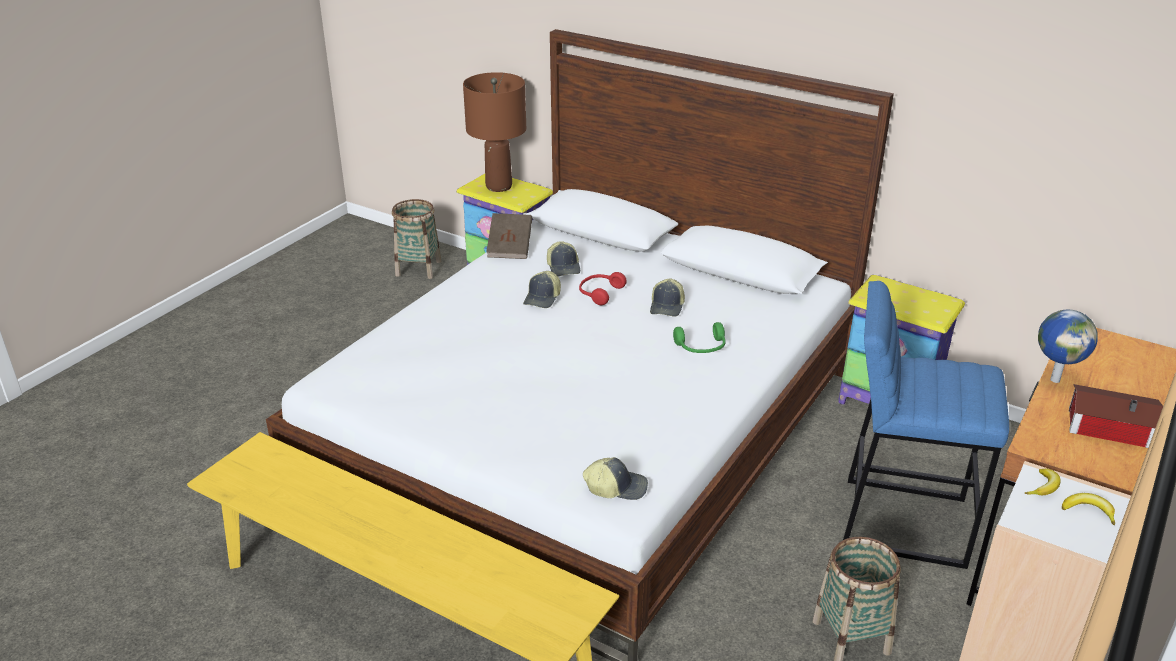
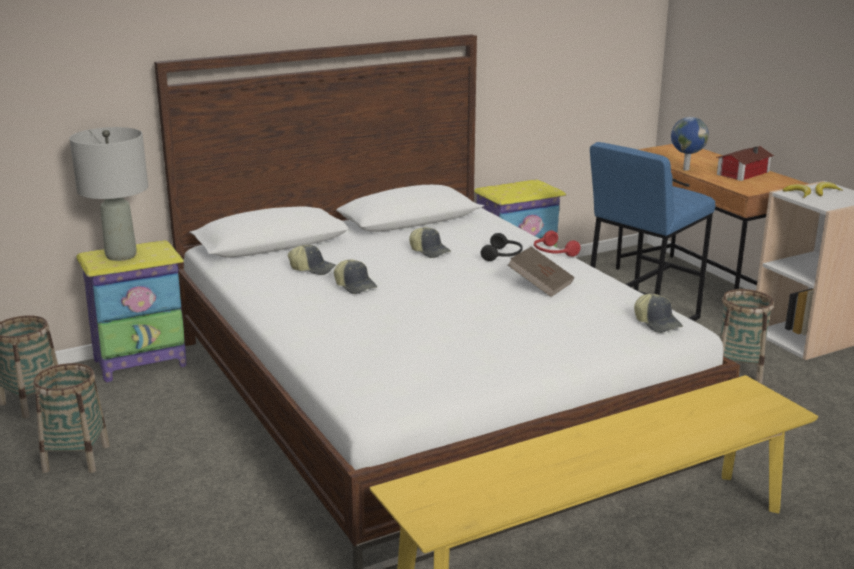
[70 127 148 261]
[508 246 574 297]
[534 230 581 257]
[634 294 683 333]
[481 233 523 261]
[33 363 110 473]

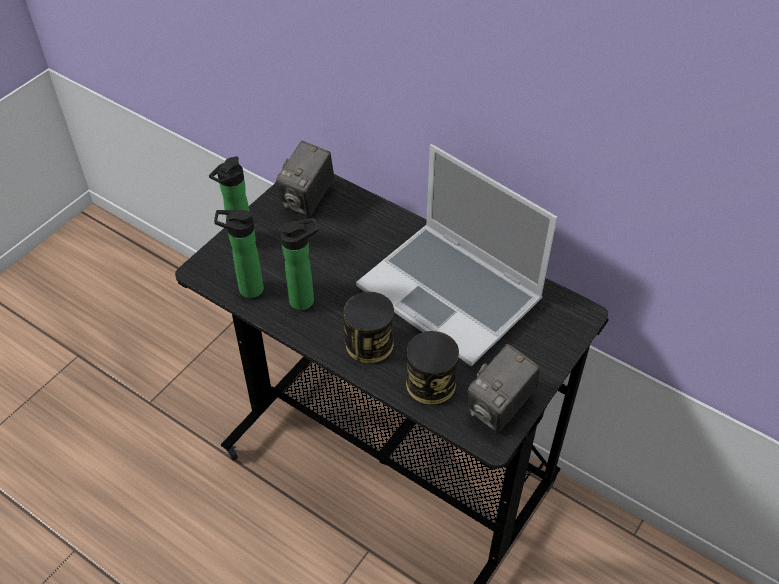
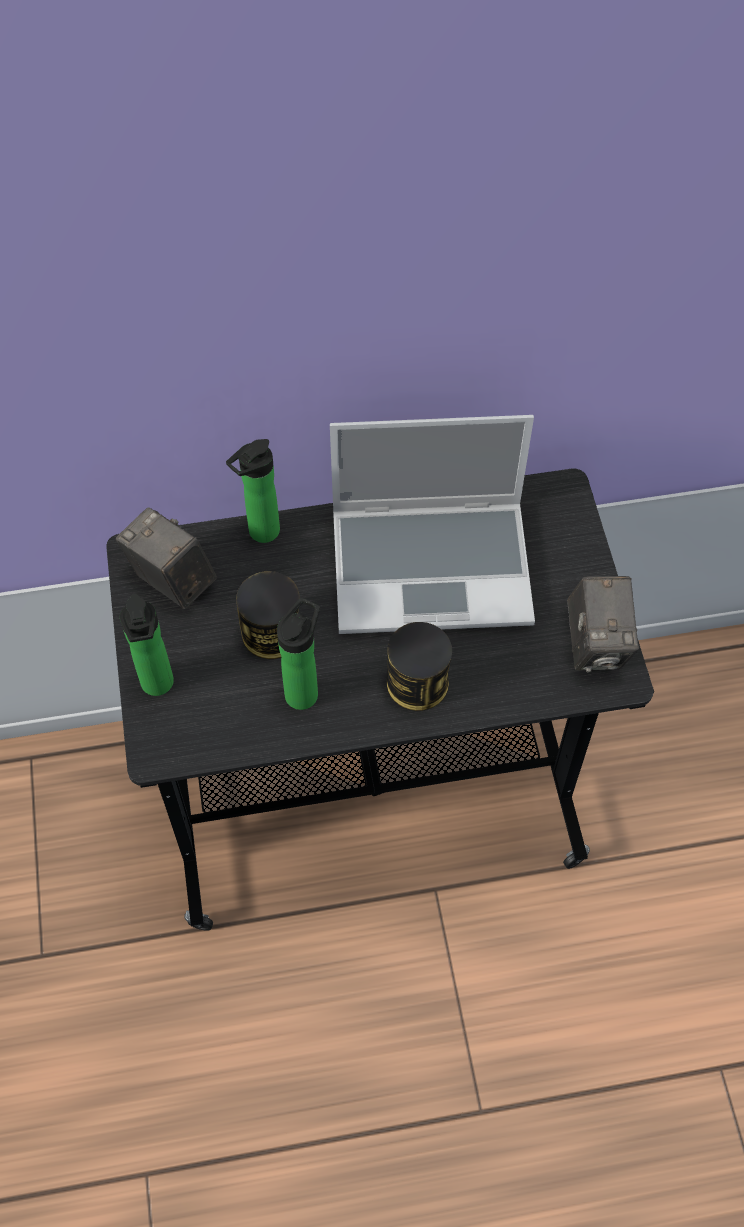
[226 439 280 543]
[116 508 217 609]
[236 571 299 659]

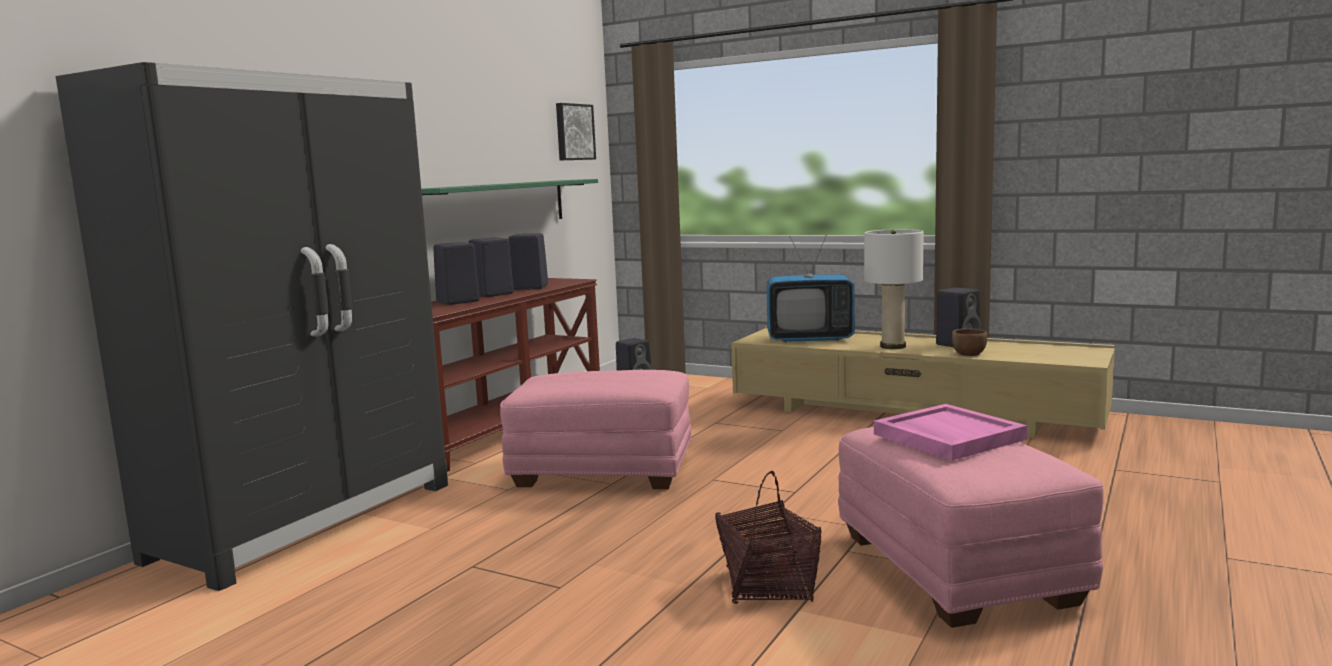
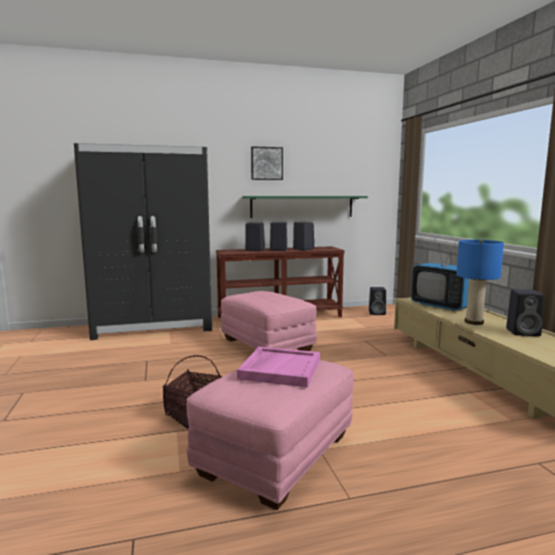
[251 146 283 180]
[456 240 504 325]
[952 328 987 356] (first image)

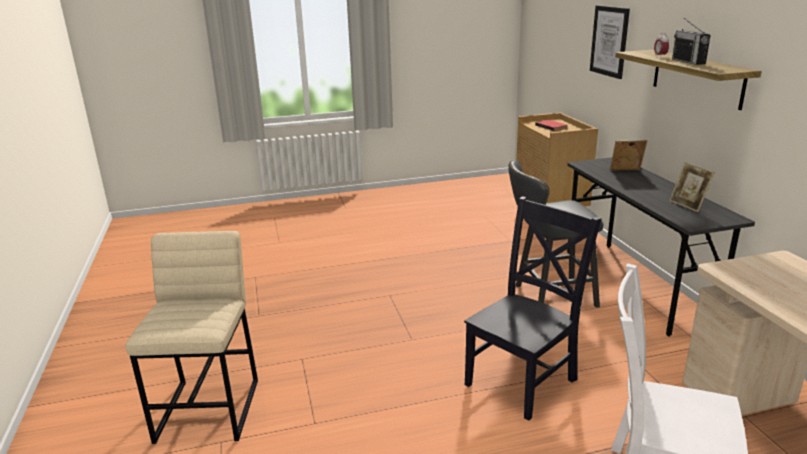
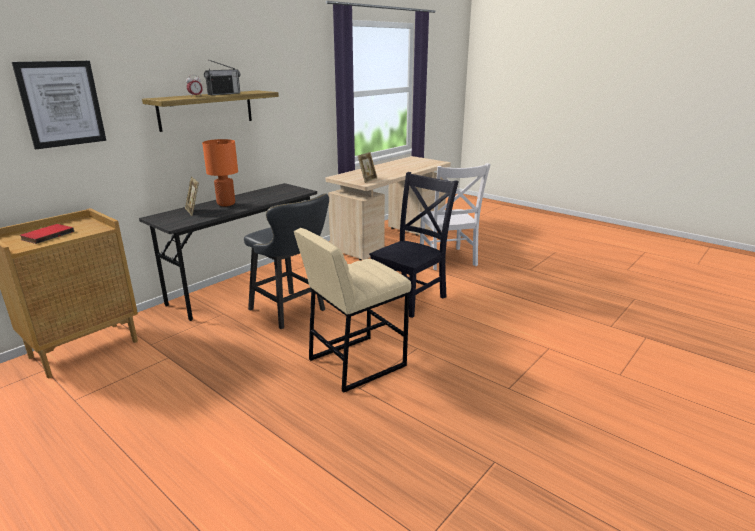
[294 228 411 393]
[369 172 459 318]
[358 152 377 183]
[202 139 238 206]

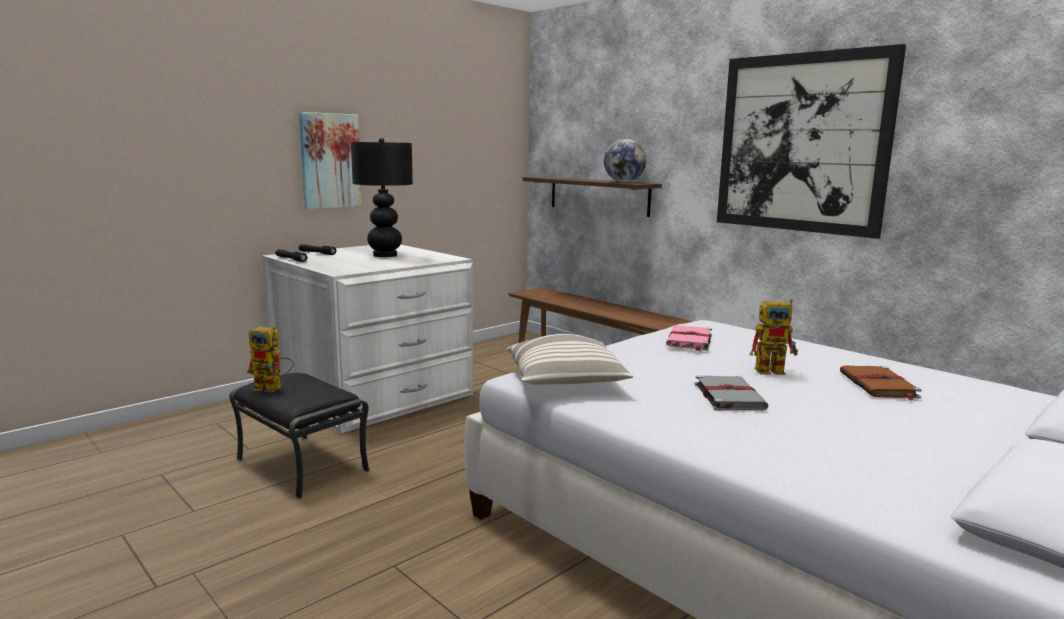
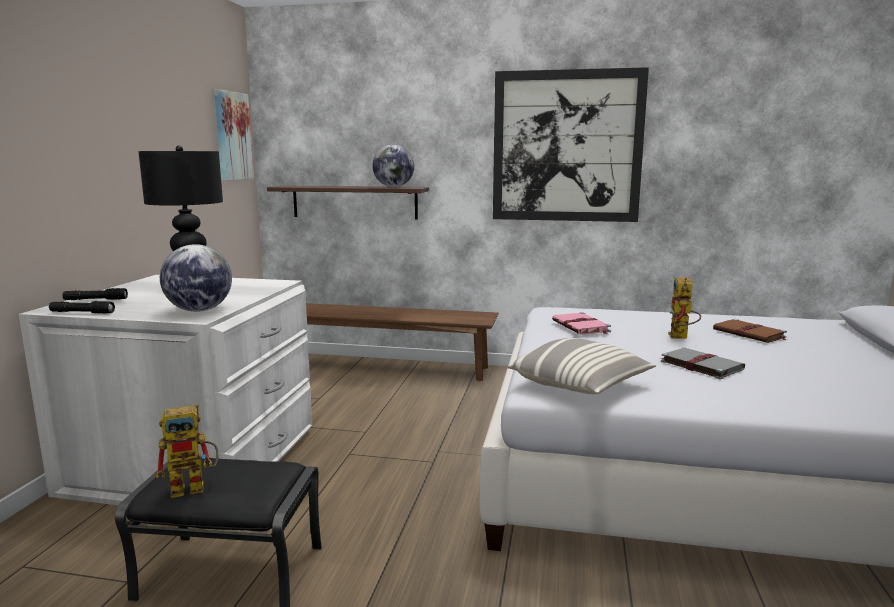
[214 89 254 181]
[668 277 701 339]
[160 244 232 312]

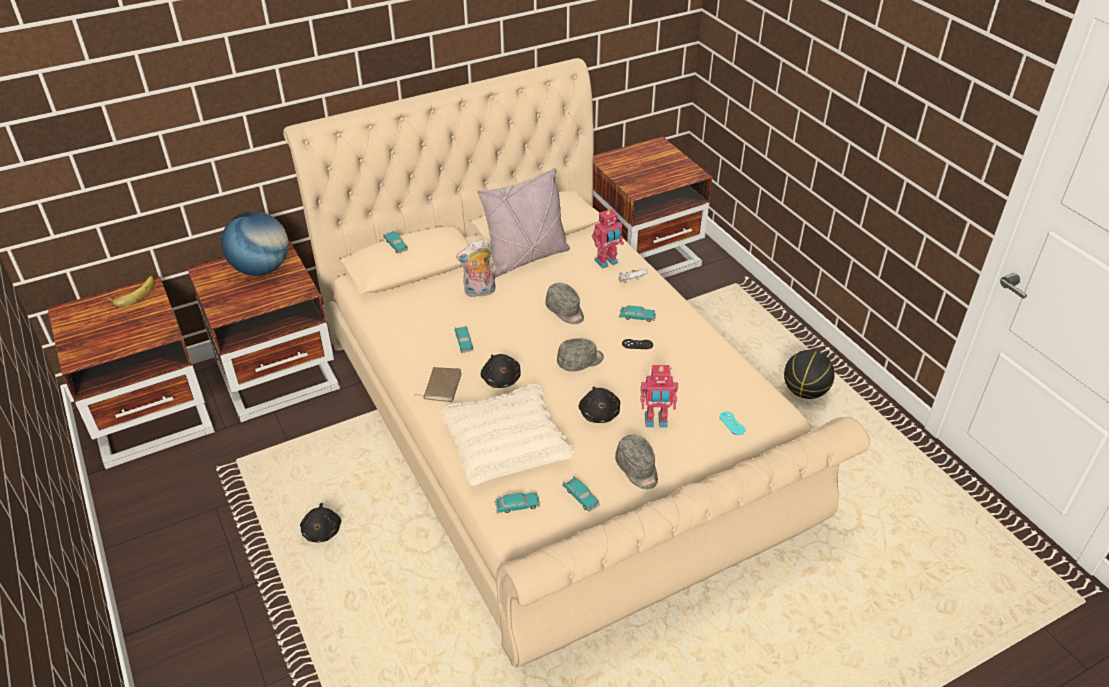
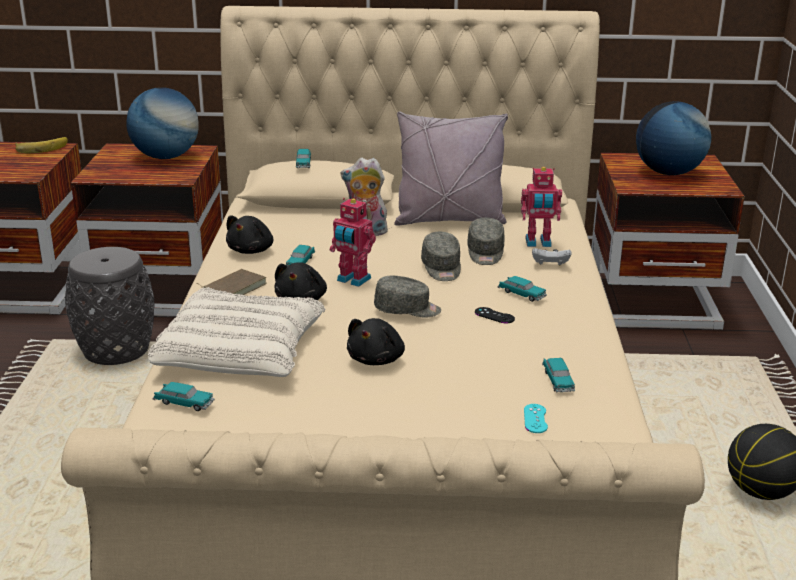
[226 215 273 254]
[542 358 575 392]
[467 217 505 265]
[330 198 376 287]
[65 247 154 365]
[636 101 711 175]

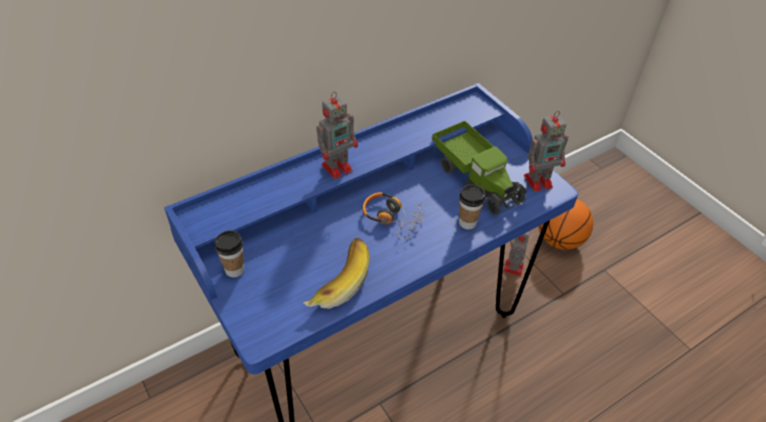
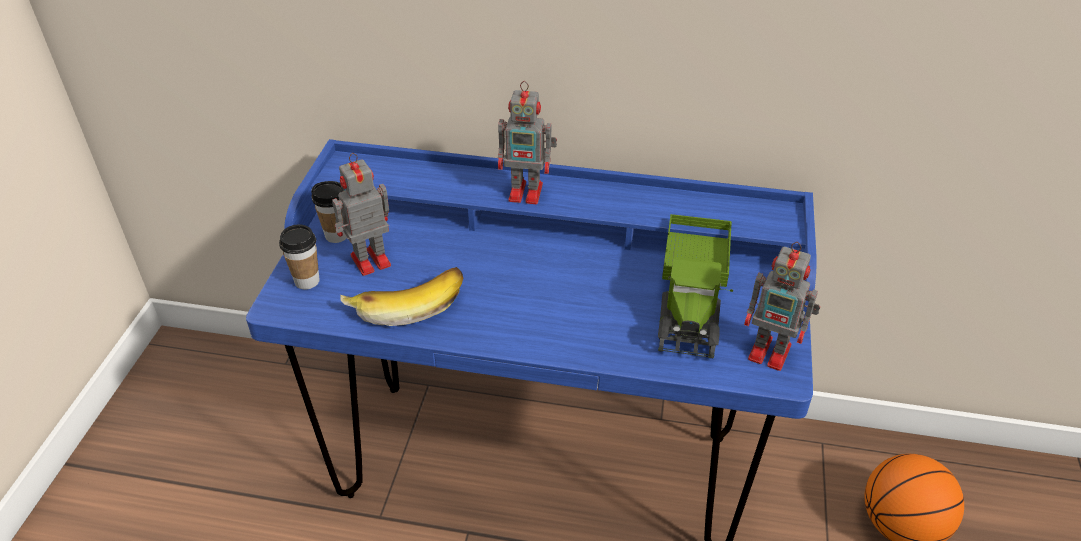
[362 192 426 240] (first image)
[279 224 320 290]
[332 153 391 276]

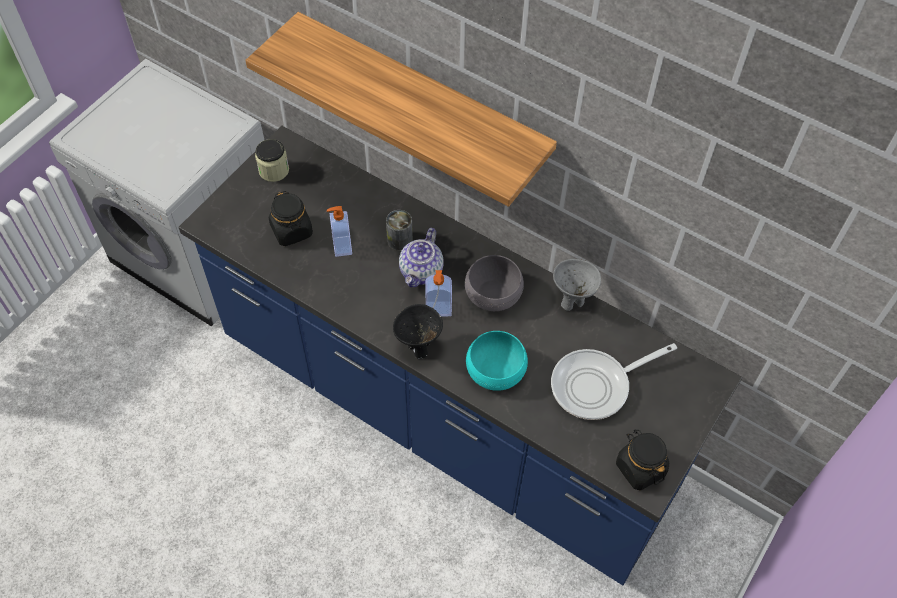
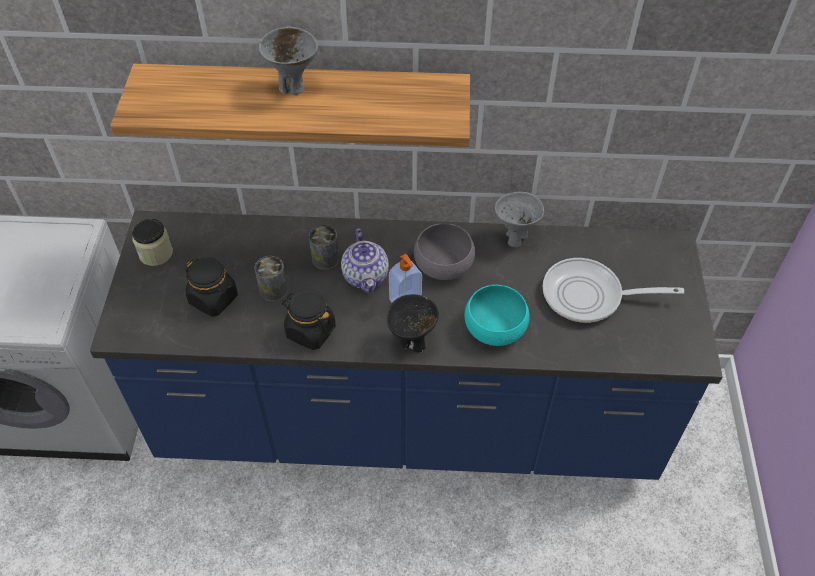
[254 256 288 301]
[543 258 684 323]
[282 290 336 350]
[259 27 318 95]

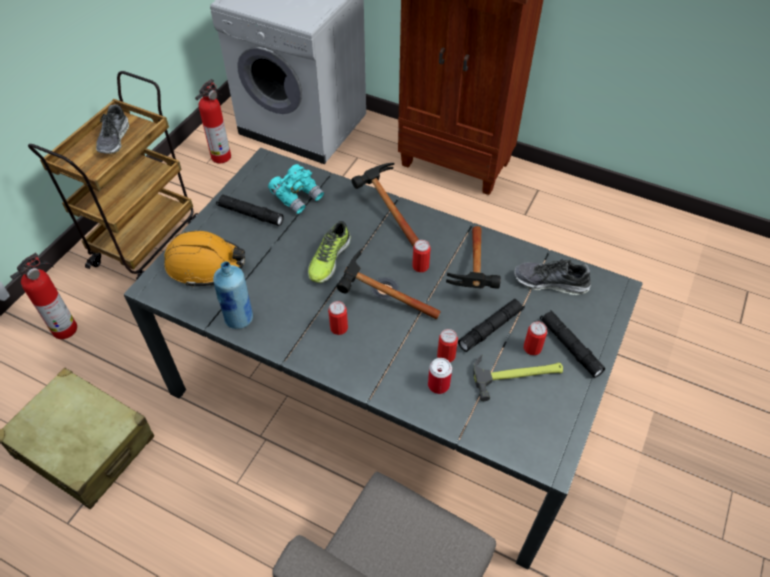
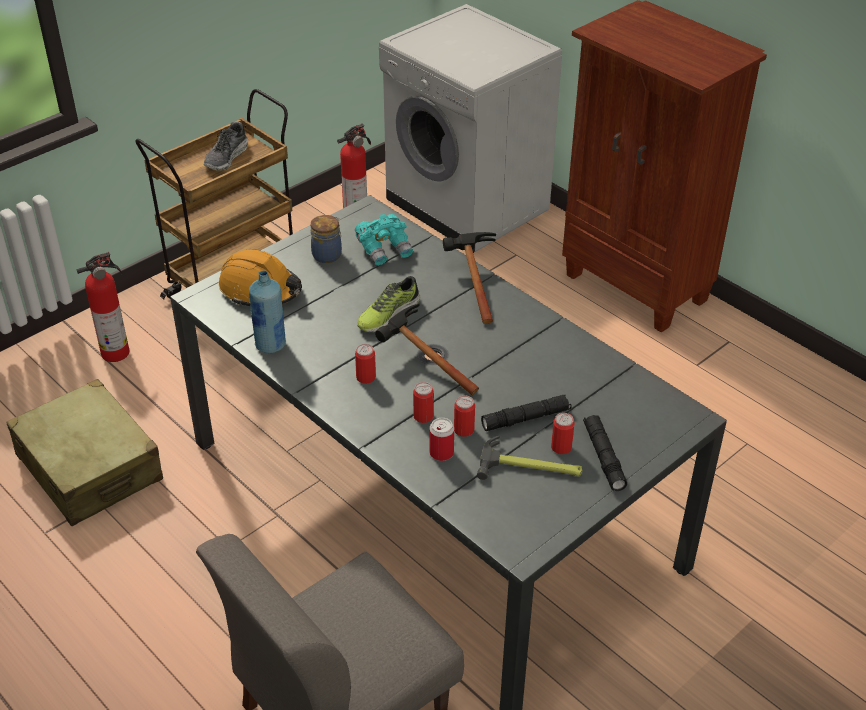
[311 215 342 263]
[413 382 434 423]
[446 226 501 288] (first image)
[514 259 591 295] (first image)

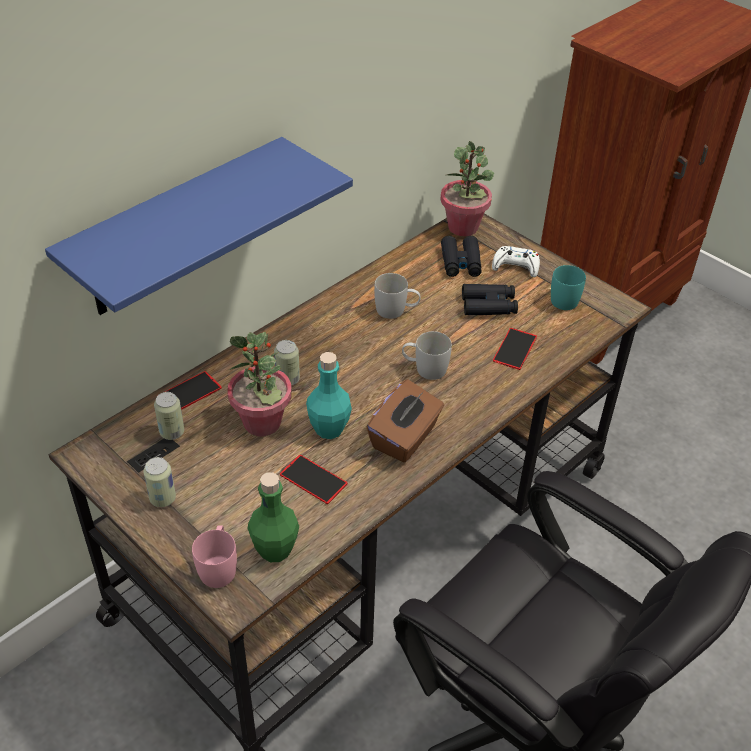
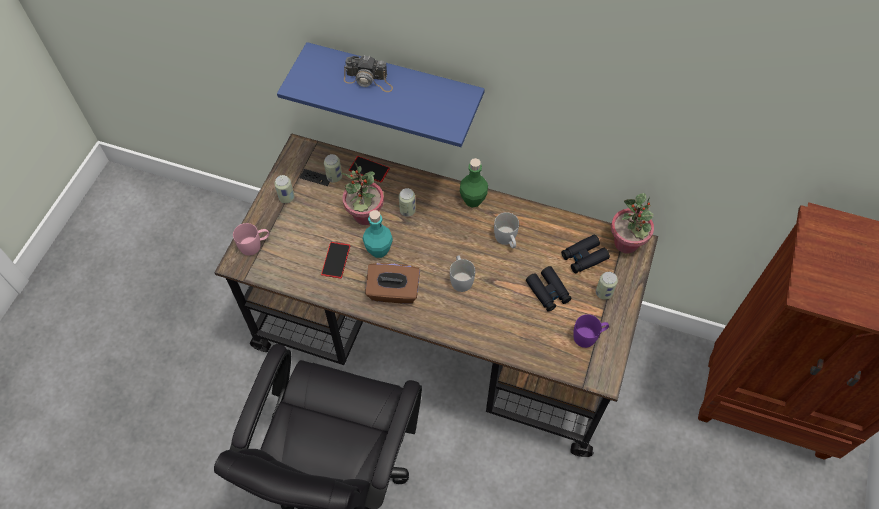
[460 158 488 208]
[596 272 618 300]
[493 328 537 370] (first image)
[573 314 609 348]
[344 56 393 92]

